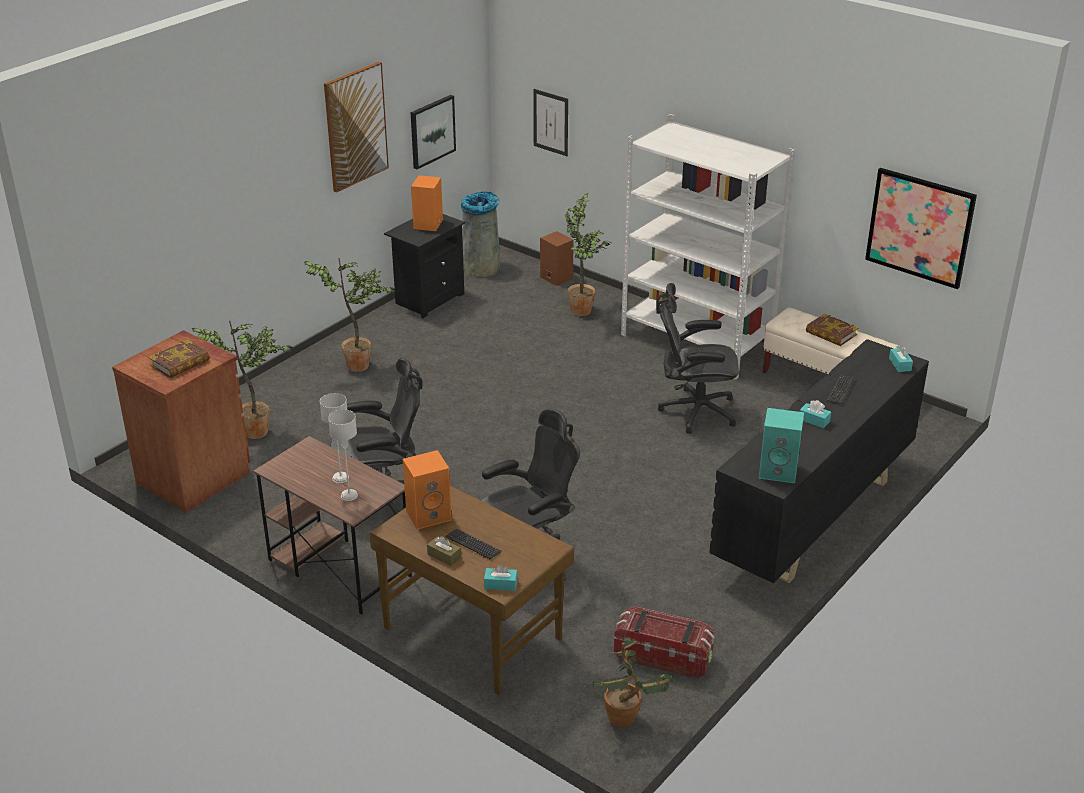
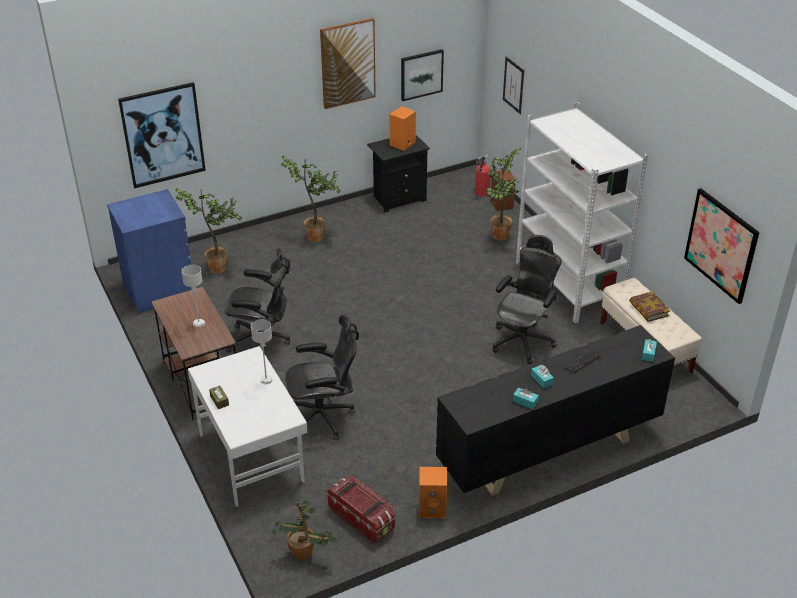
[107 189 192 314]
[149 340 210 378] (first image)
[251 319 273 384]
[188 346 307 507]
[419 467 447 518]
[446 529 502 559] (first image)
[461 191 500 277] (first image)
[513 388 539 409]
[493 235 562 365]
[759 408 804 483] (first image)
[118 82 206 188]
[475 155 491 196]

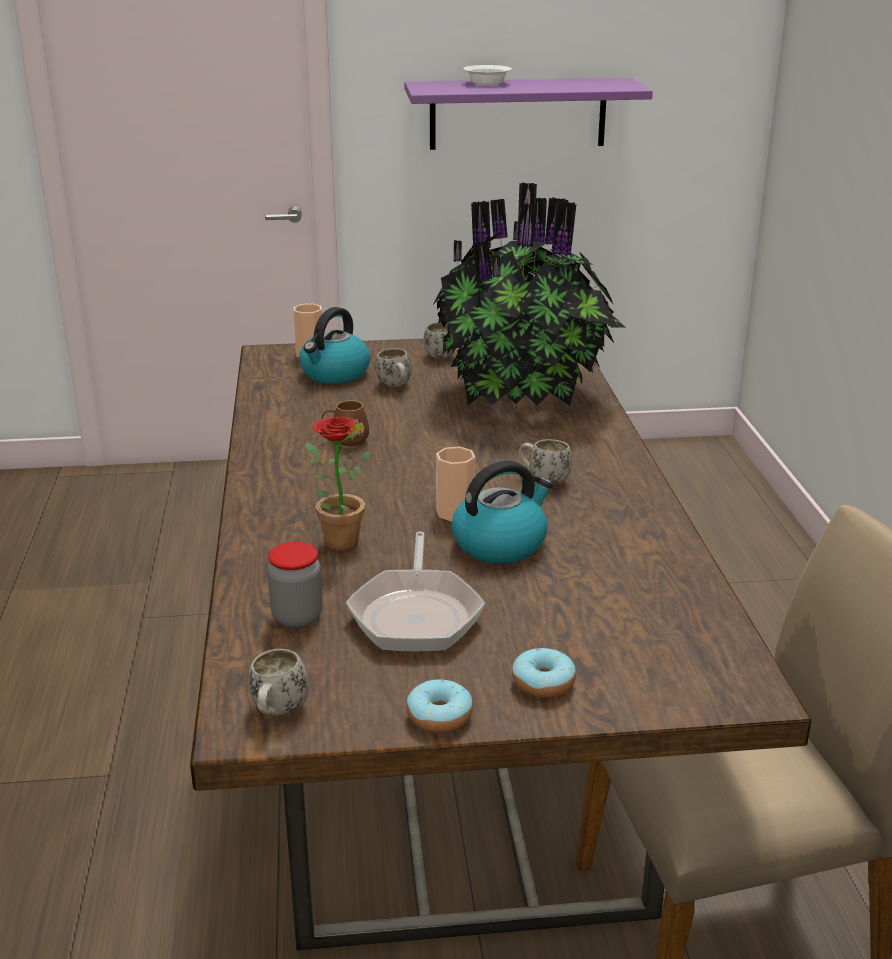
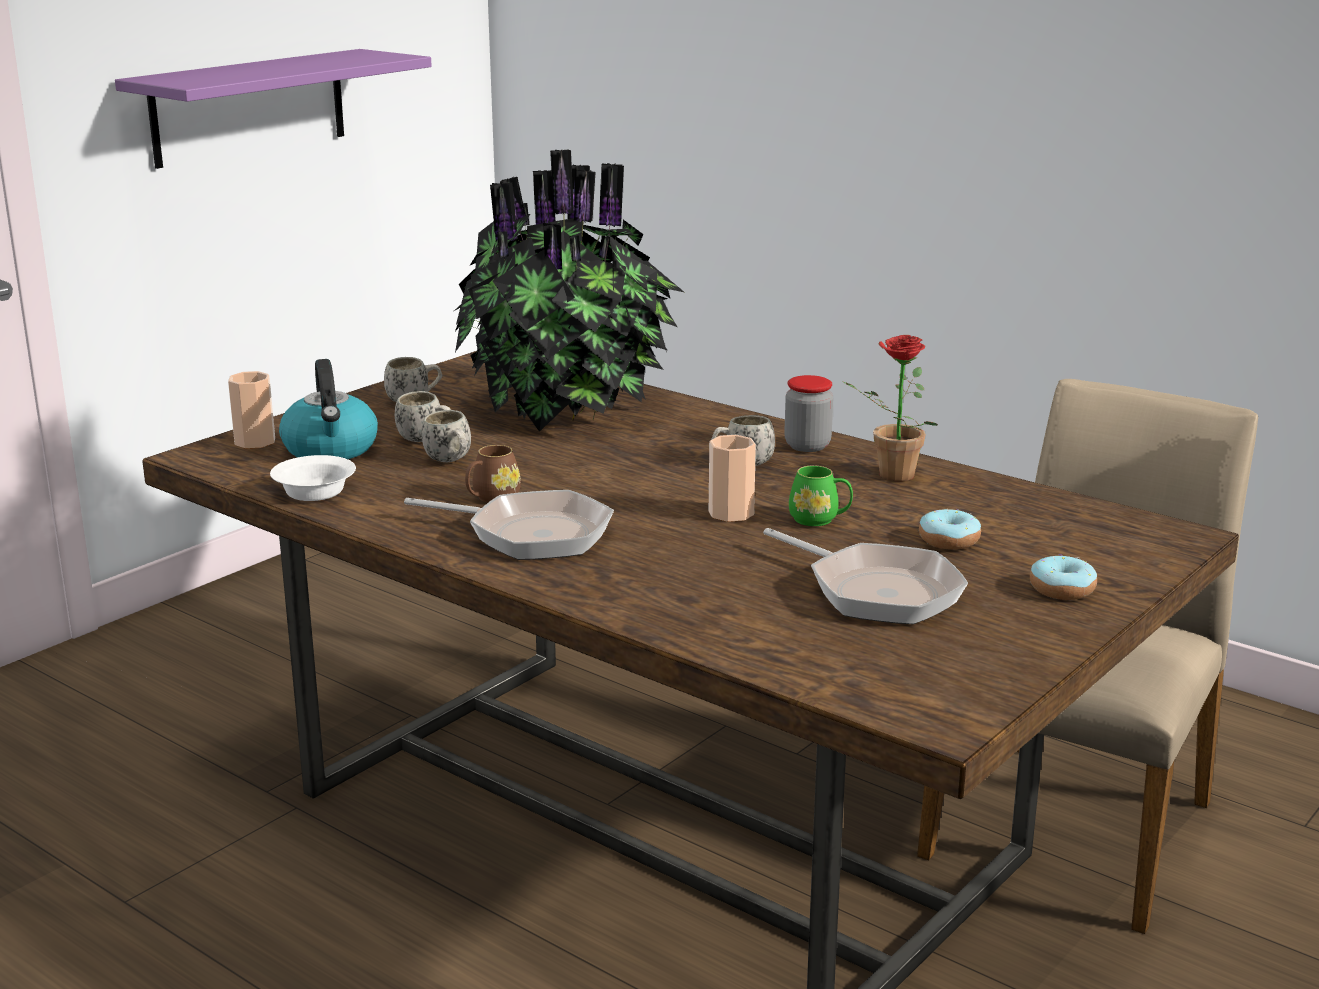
[422 410 471 462]
[784 375 833 452]
[843 335 938 481]
[919 509 981 550]
[789 466 853 526]
[270 455 356 501]
[404 490 614 560]

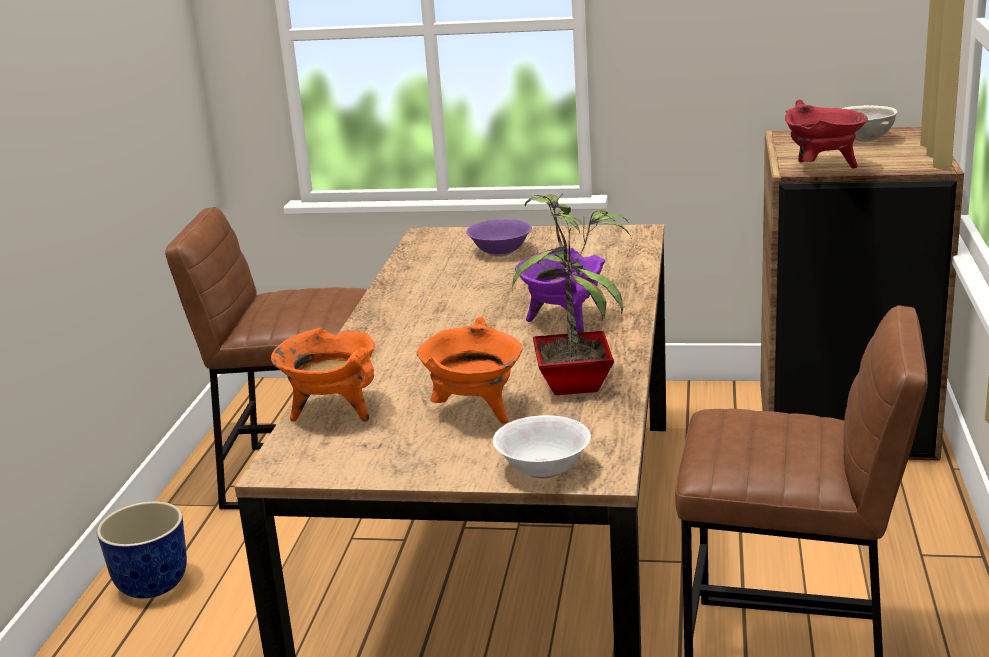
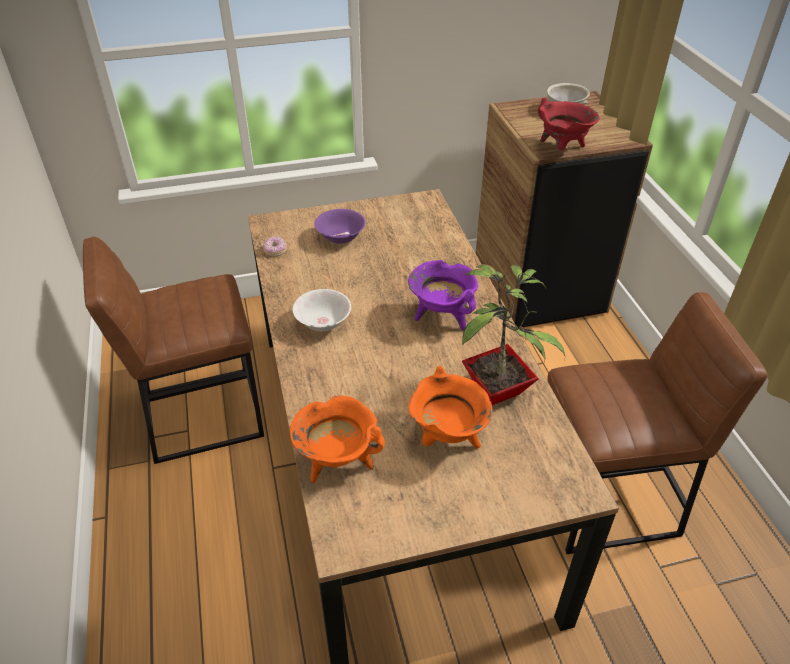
[97 501 187 598] (first image)
[293 289 351 332]
[263 236 287 256]

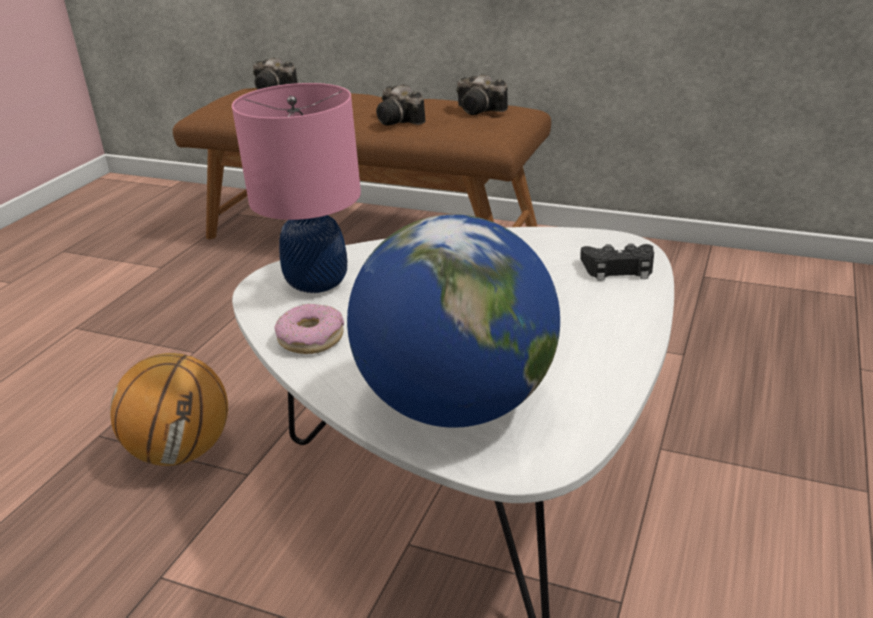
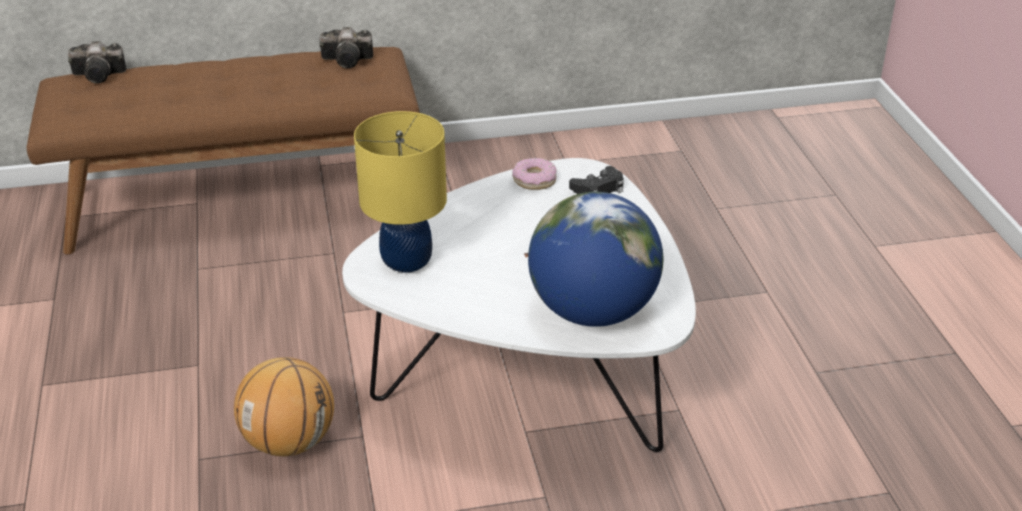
[354 111 447 273]
[512 158 556 190]
[376 84 425 125] (first image)

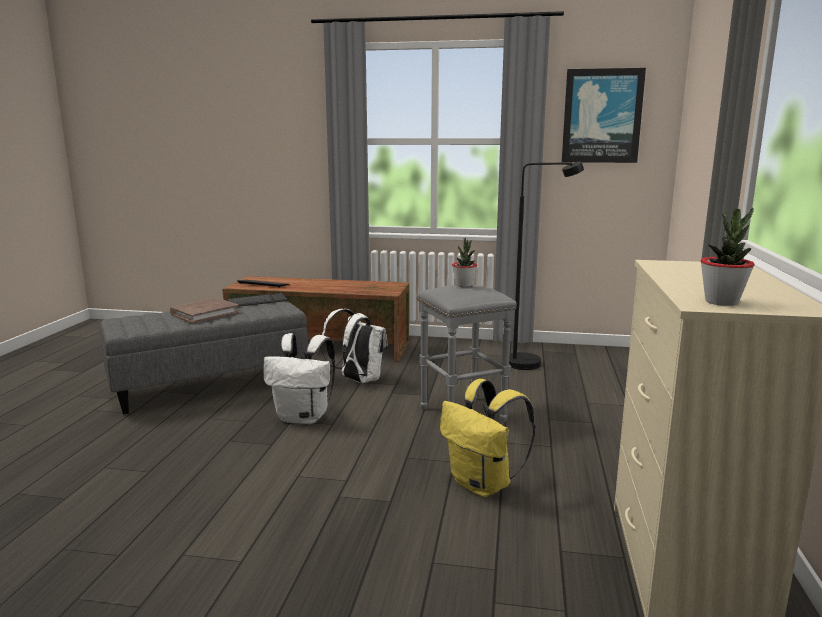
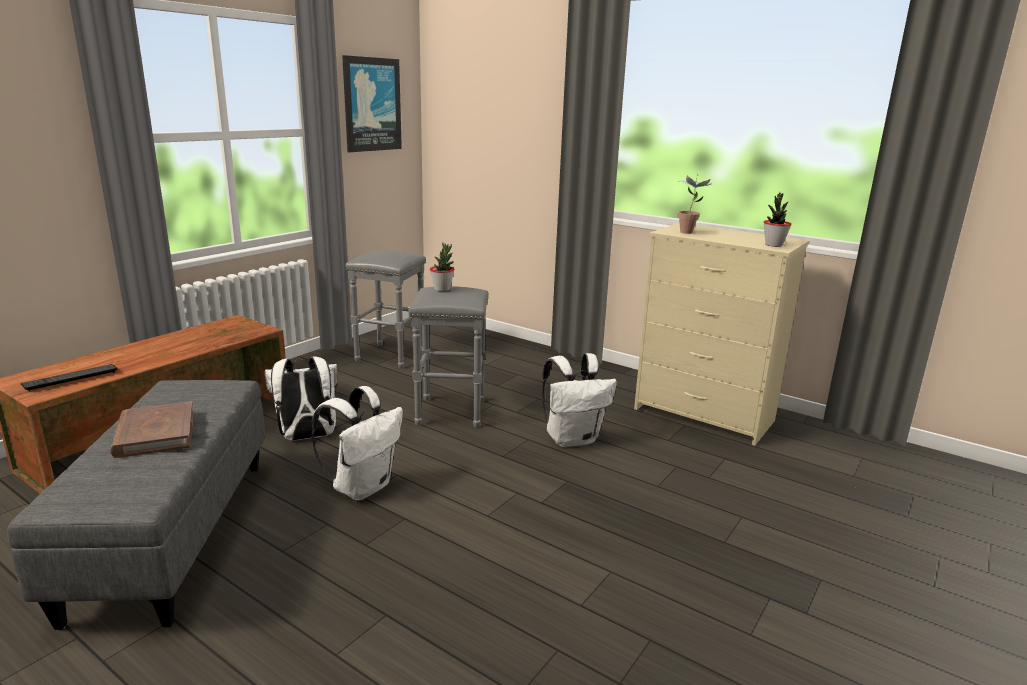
[227 293 288 307] (first image)
[542 353 617 447]
[345 250 426 368]
[677 174 712 234]

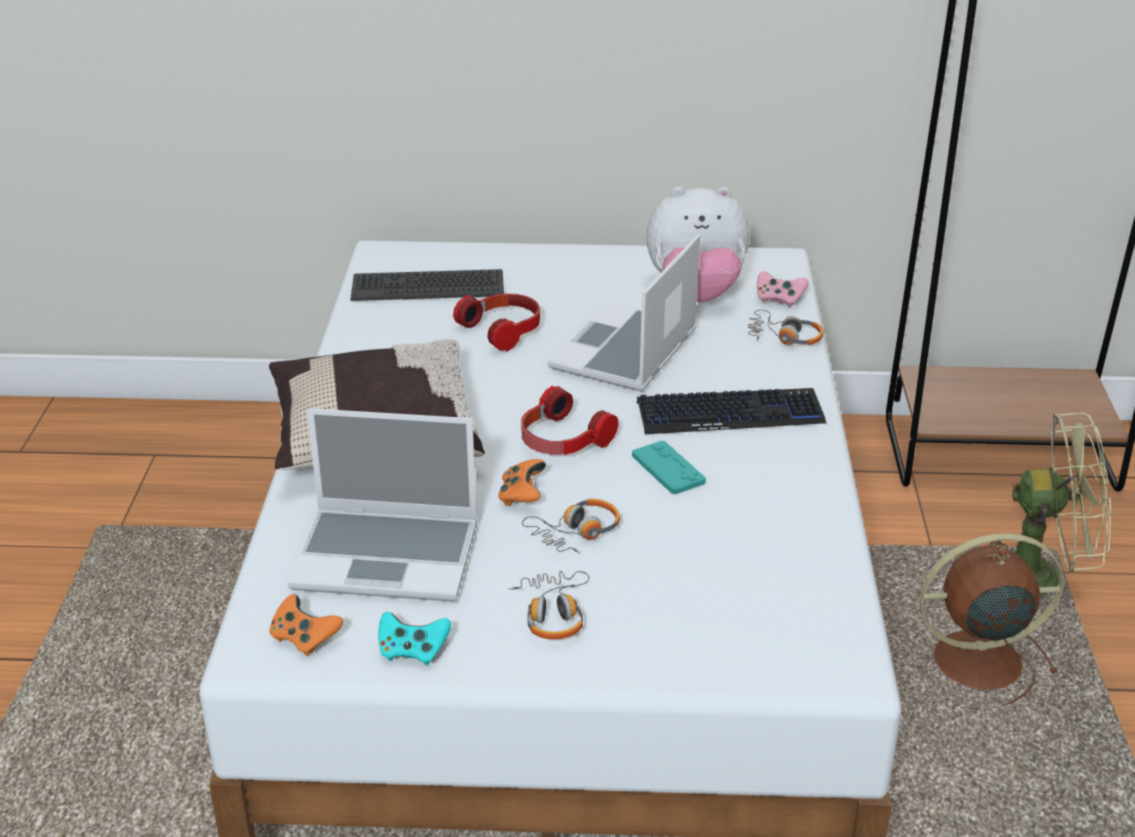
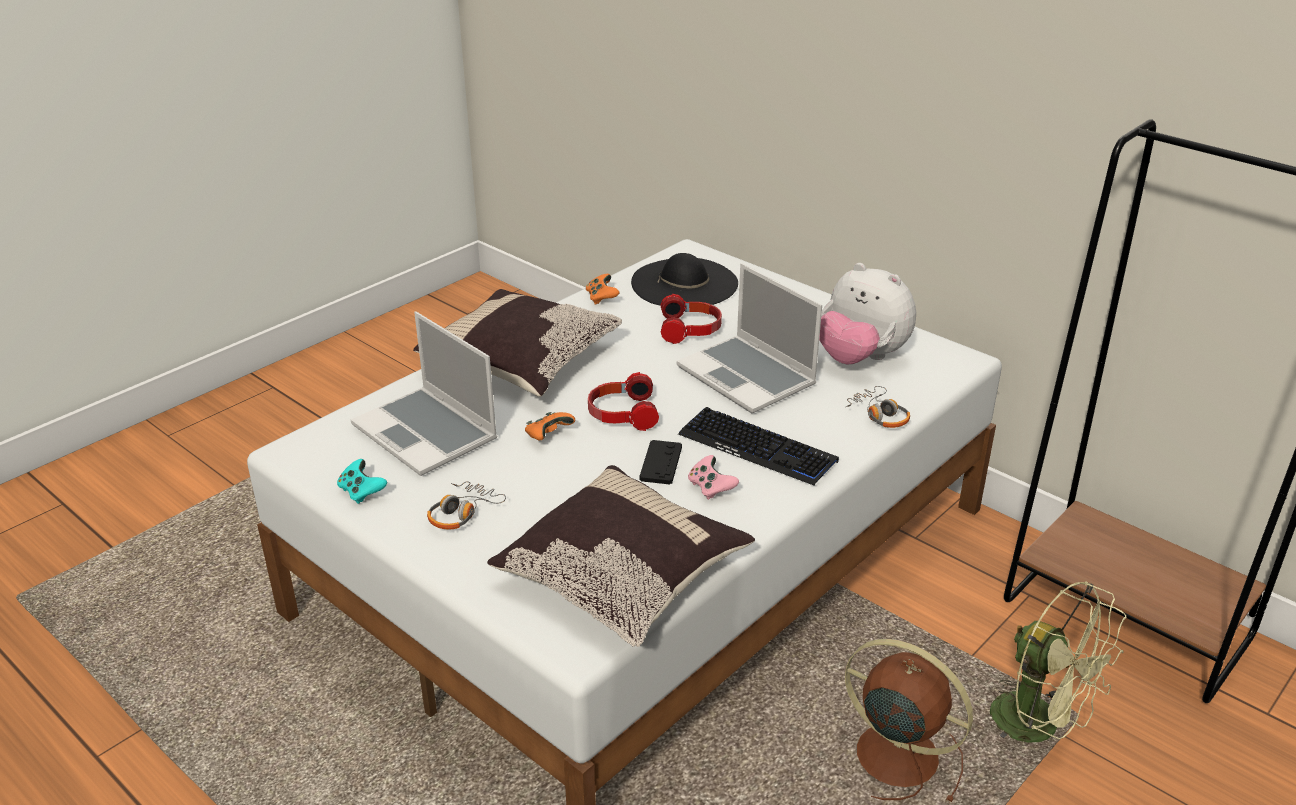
[586 274 620 305]
[631 253 738 308]
[522 499 620 554] (first image)
[677 263 822 413]
[639 440 682 485]
[688 455 739 500]
[487 465 755 647]

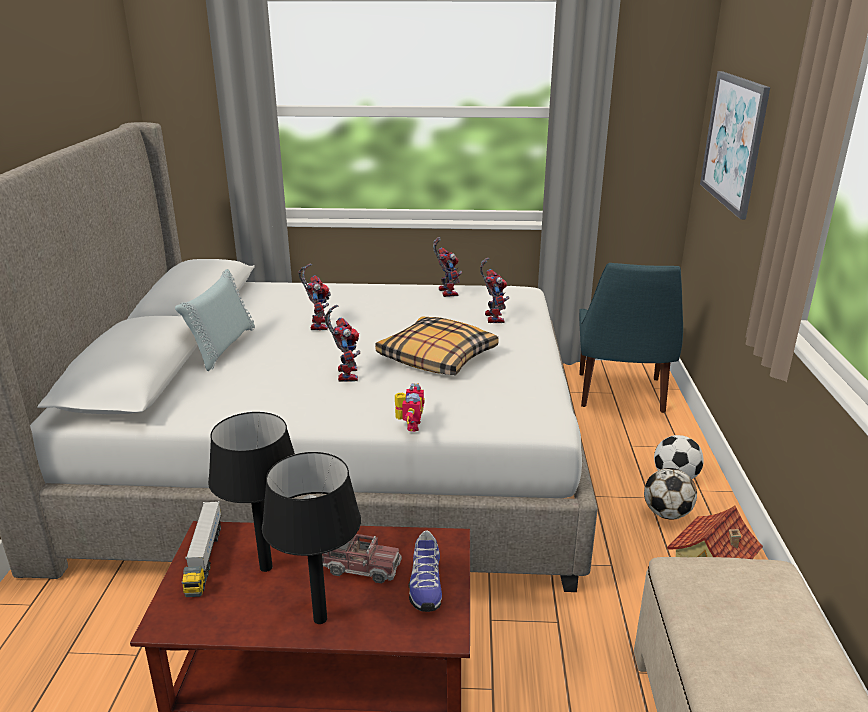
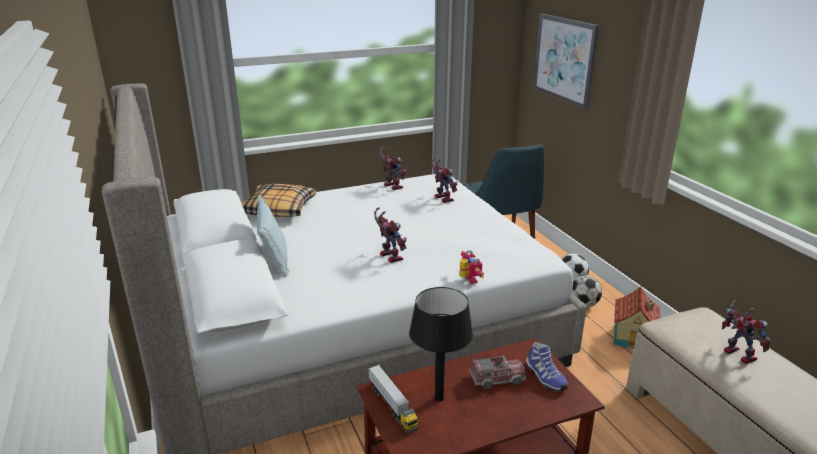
[262 452 361 624] (first image)
[722 300 770 364]
[242 184 316 217]

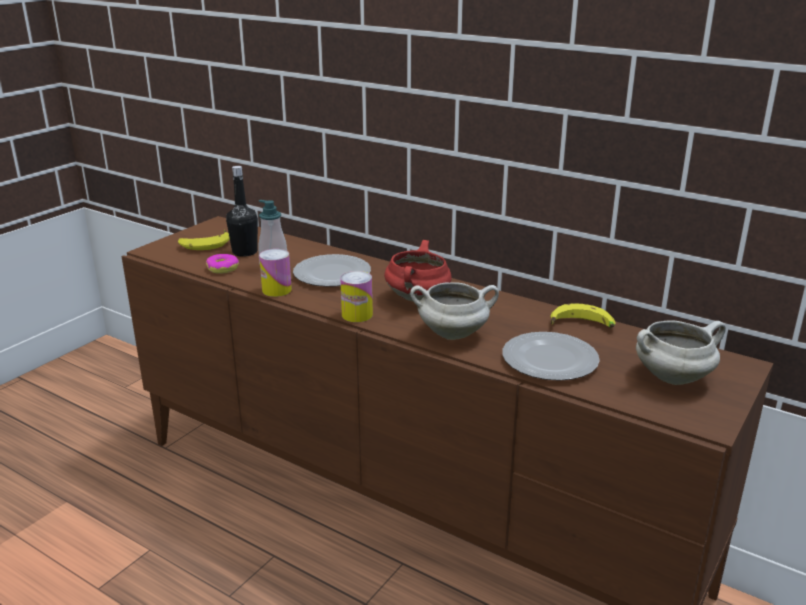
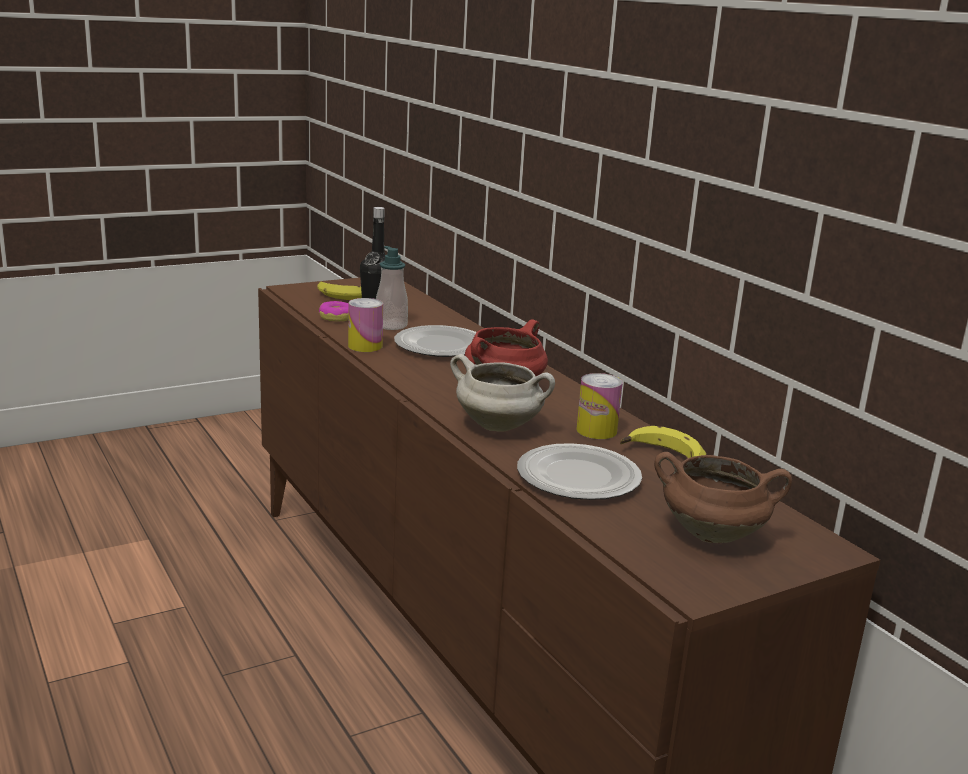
[577 373 623 439]
[654 452 792 543]

